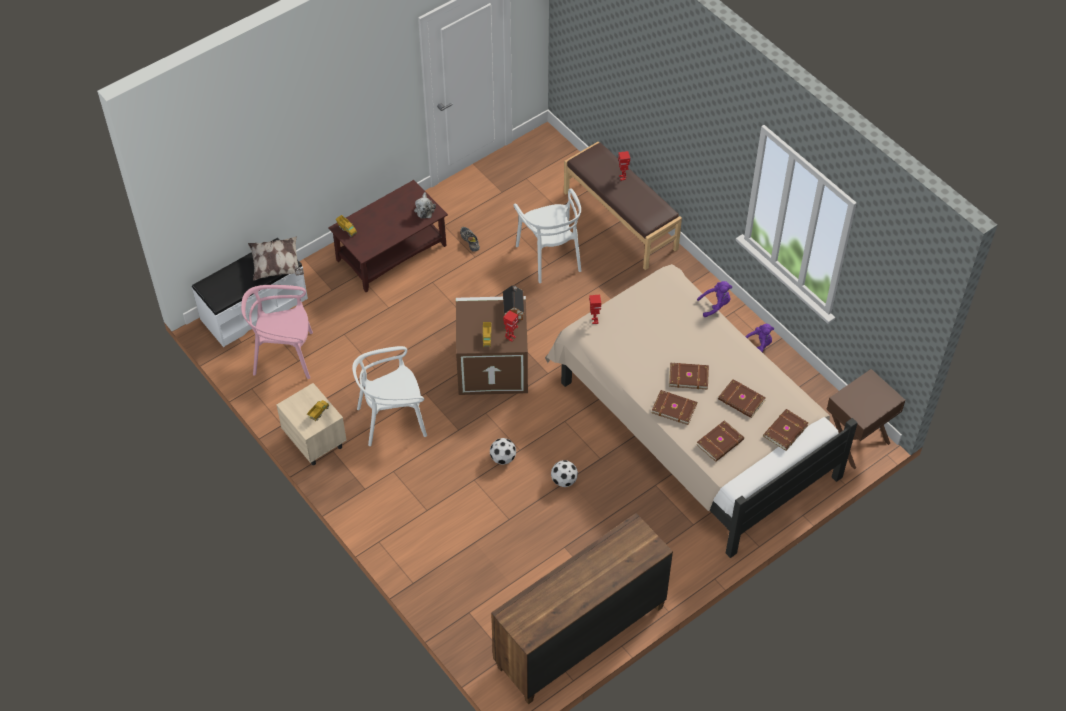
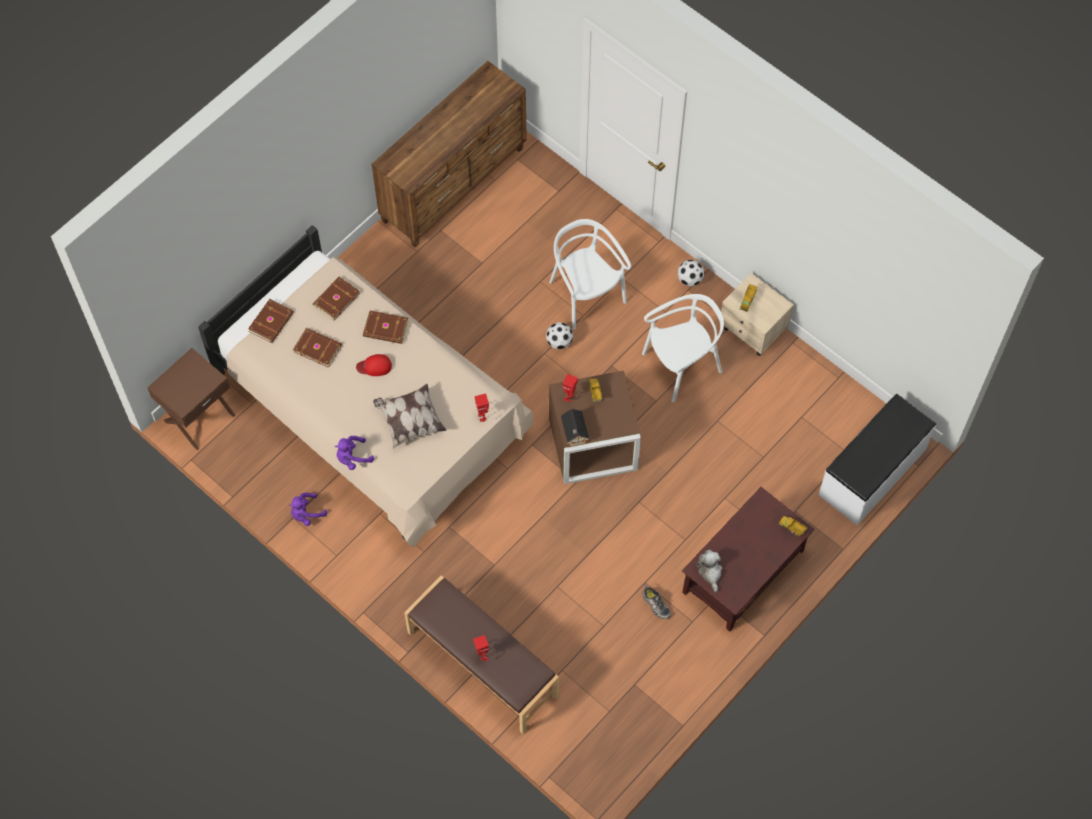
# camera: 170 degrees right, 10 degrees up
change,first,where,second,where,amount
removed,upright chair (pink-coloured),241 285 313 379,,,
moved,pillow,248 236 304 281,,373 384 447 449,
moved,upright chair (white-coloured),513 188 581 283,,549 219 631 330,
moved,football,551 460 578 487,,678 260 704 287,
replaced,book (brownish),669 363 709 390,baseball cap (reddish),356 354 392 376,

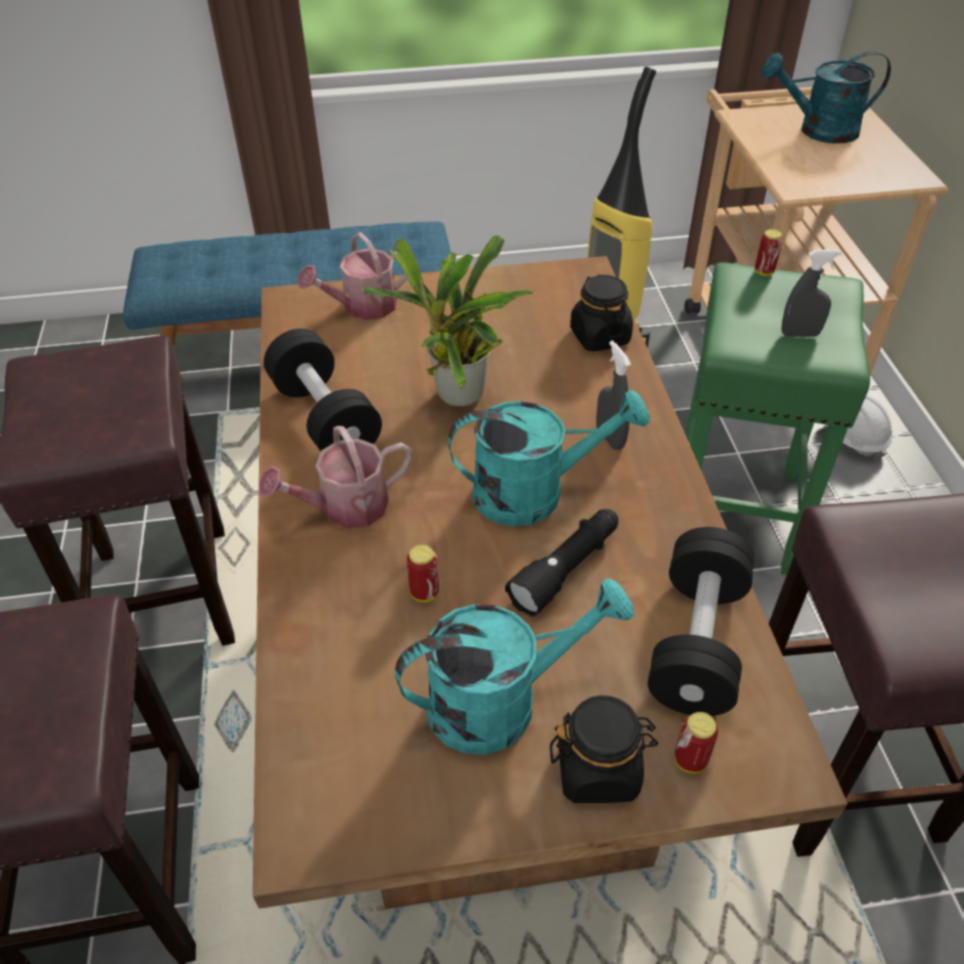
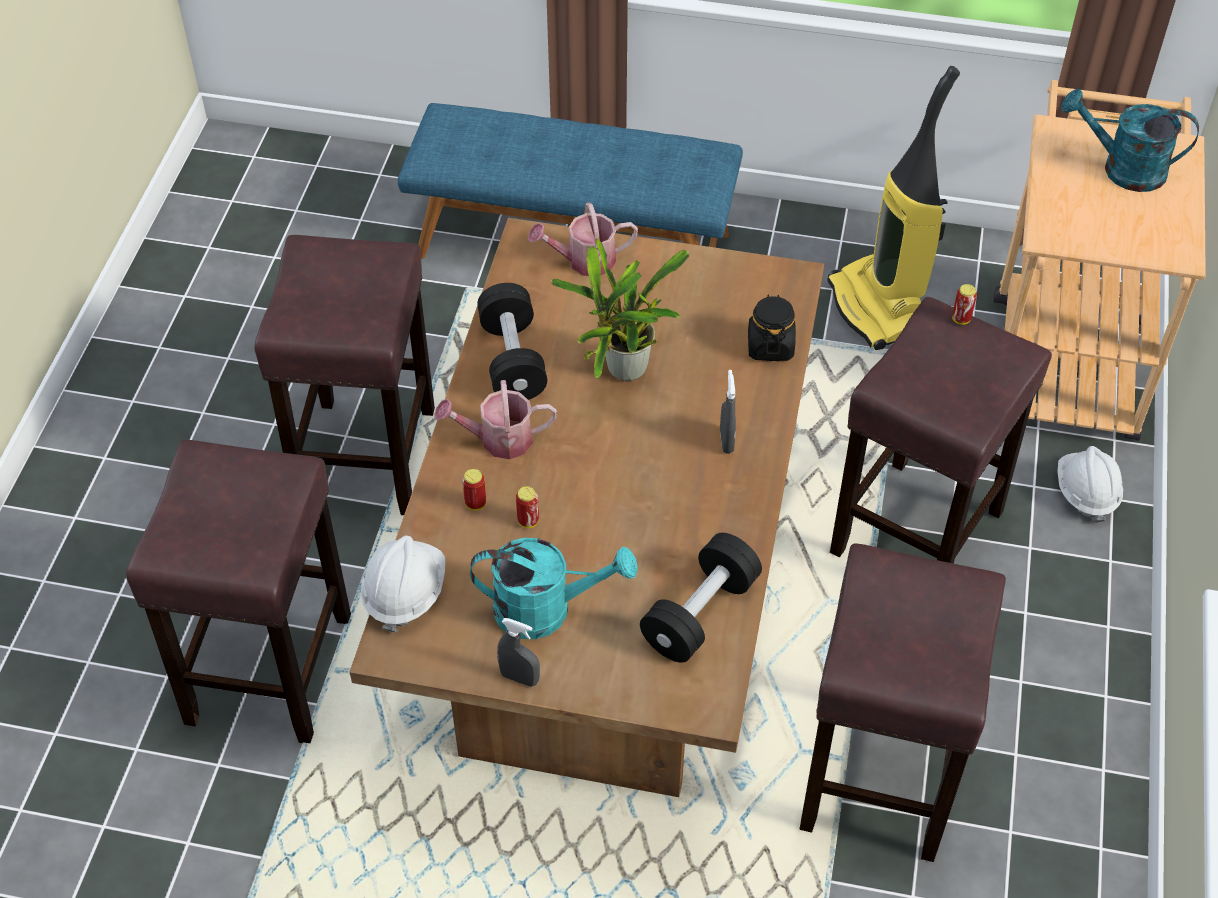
# camera: 20 degrees right, 5 degrees up
change,first,where,second,where,amount
removed,sprinkling can (turquoise-coloured),448 390 650 526,,,
removed,flashlight (black),505 509 618 617,,,
removed,storage jar (black),550 695 659 803,,,
added,,,hard hat (white-coloured),361 535 445 633,
moved,sealed can,674 712 718 773,,462 469 486 511,
moved,sprayer (gray),781 250 842 337,,497 618 540 687,
recoloured,stool seat (green-coloured),685 263 870 575,stool seat (brownish),830 297 1052 564,

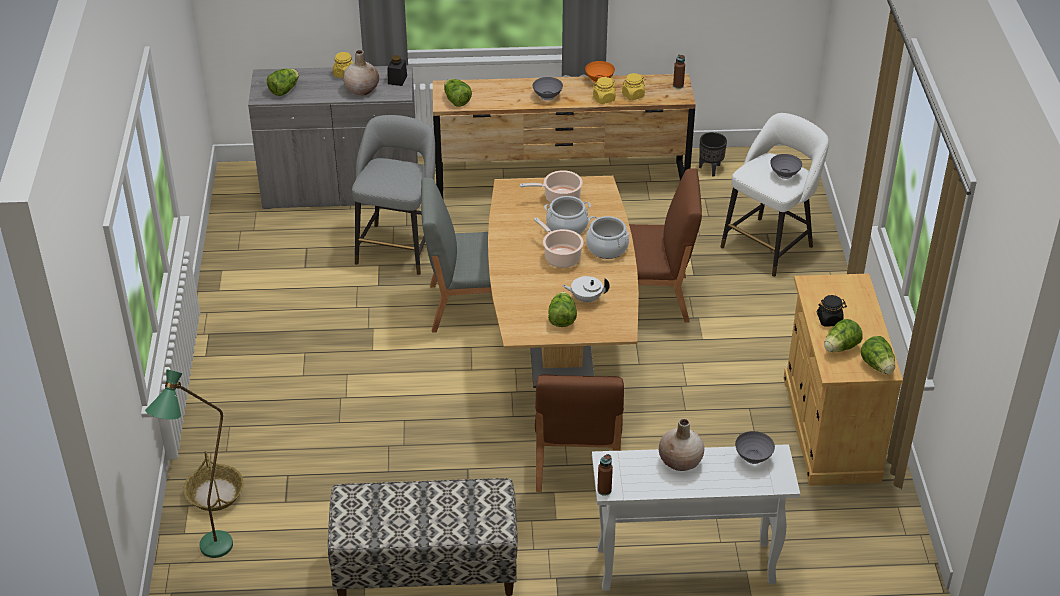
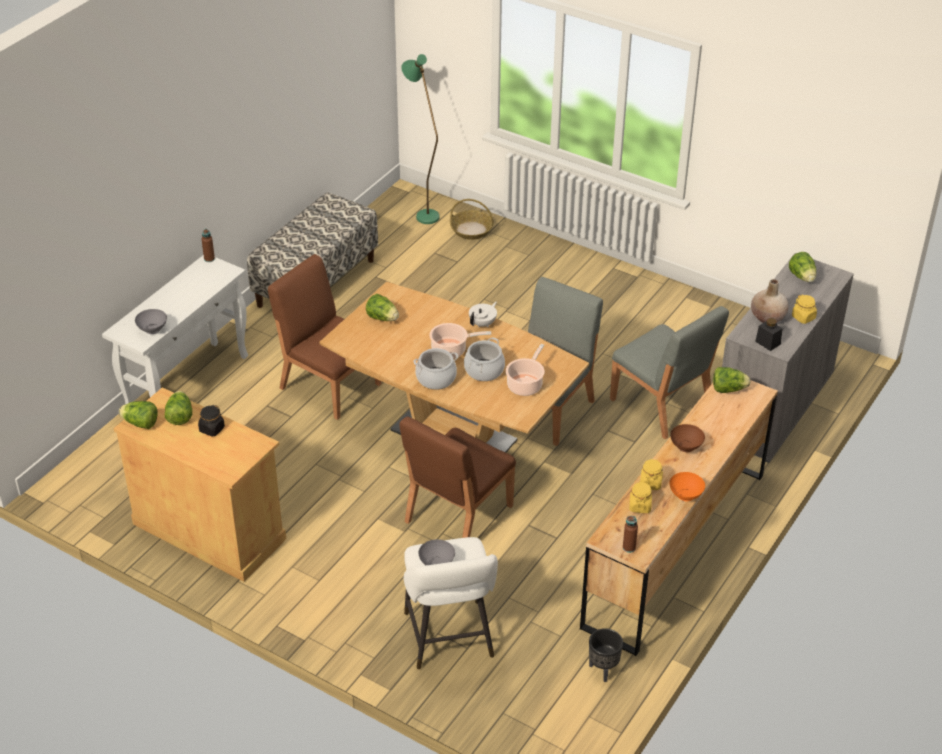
# camera: 125 degrees right, 0 degrees up
change,first,where,second,where,amount
removed,decorative vase (sand-coloured),659 419 704 471,,,
moved,teapot (white-coloured),562 276 610 304,,469 302 497 327,
replaced,stool seat (gray),352 115 435 275,upright chair (gray),610 306 729 439,
recoloured,deep dish (gray),533 77 563 100,deep dish (brownish),670 424 705 452,

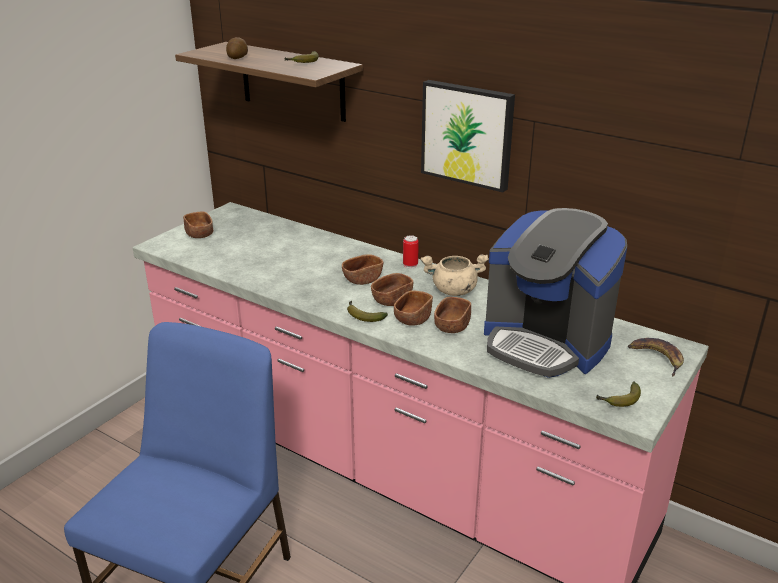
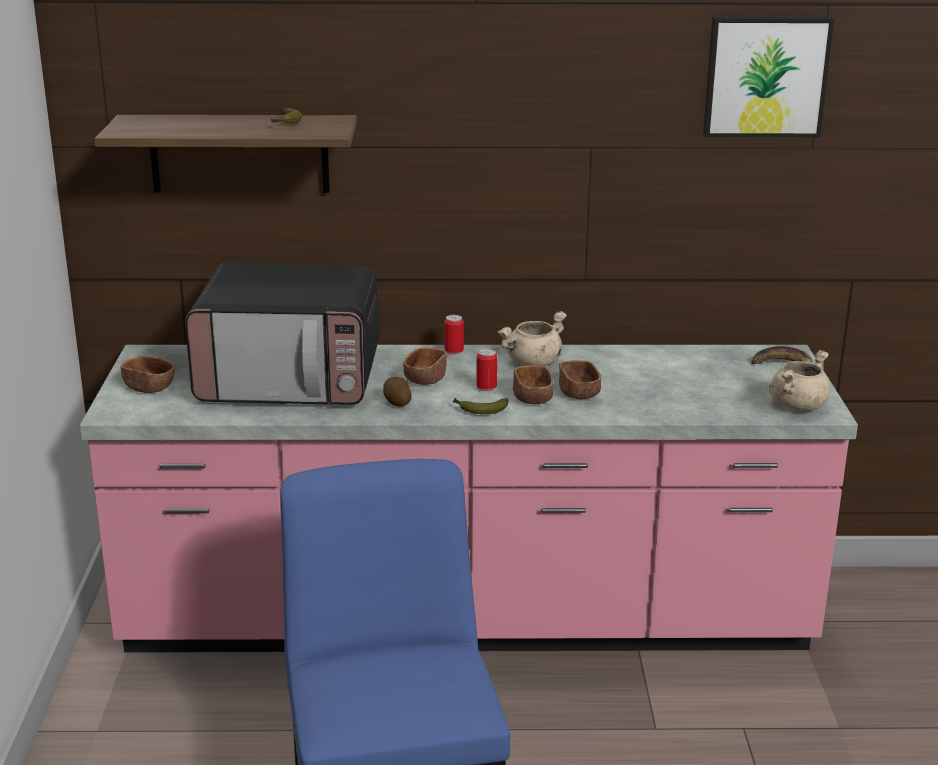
# camera: 35 degrees left, 5 degrees down
change,first,where,second,where,amount
removed,coffee brewer,484 208 627 378,,,
added,,,microwave,185 263 380 405,
moved,spud,226 37 248 59,,383 377 412 407,
moved,wall art,421 80 515 192,,703 17 834 137,
replaced,deep dish (brownish),371 273 413 306,sealed can,476 349 497 393,
replaced,banana,596 381 641 407,cooking pot (sand-coloured),769 350 831 411,

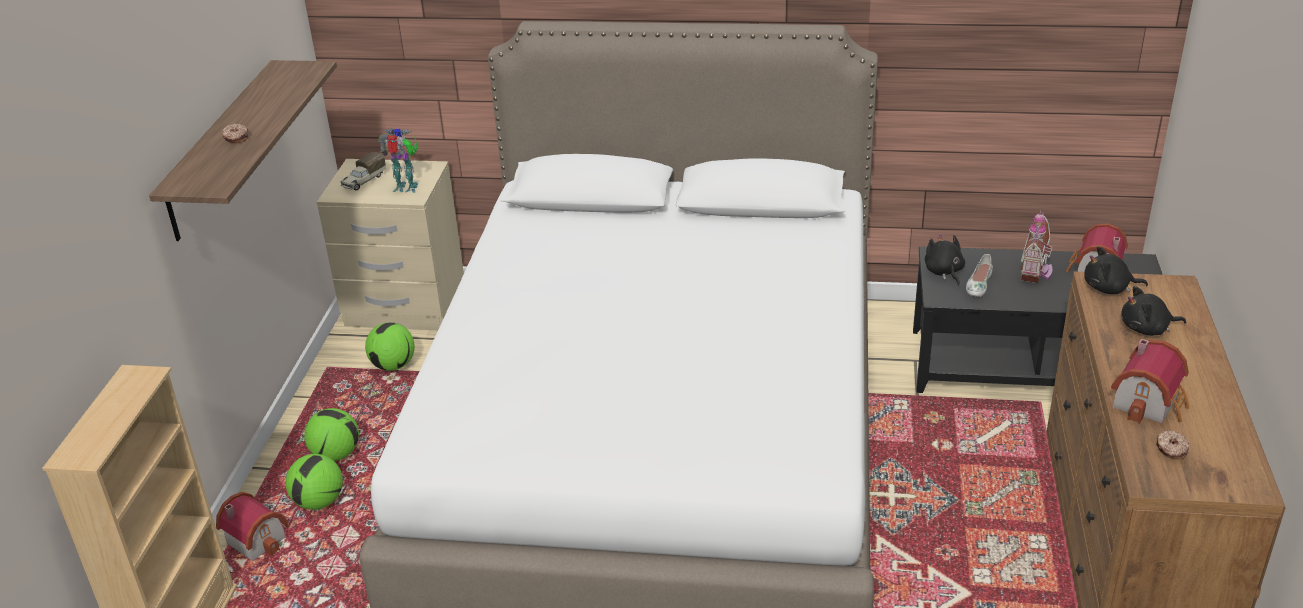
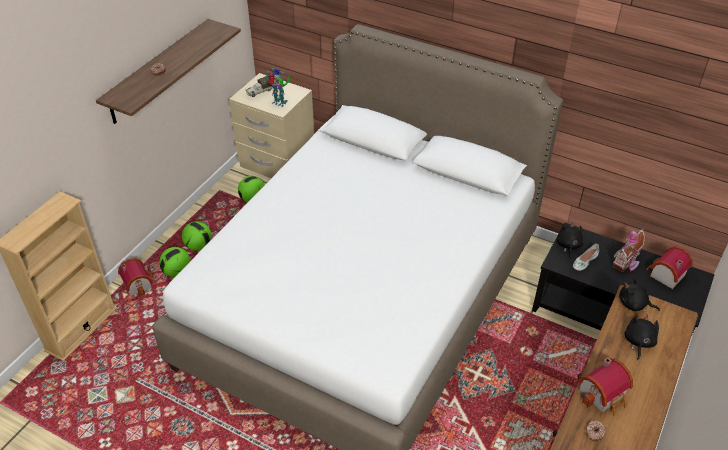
# camera: 20 degrees right, 10 degrees up
change,first,where,second,where,amount
turned,cuddly toy (black),1121 286 1186 336,,625 314 659 360,90 degrees clockwise

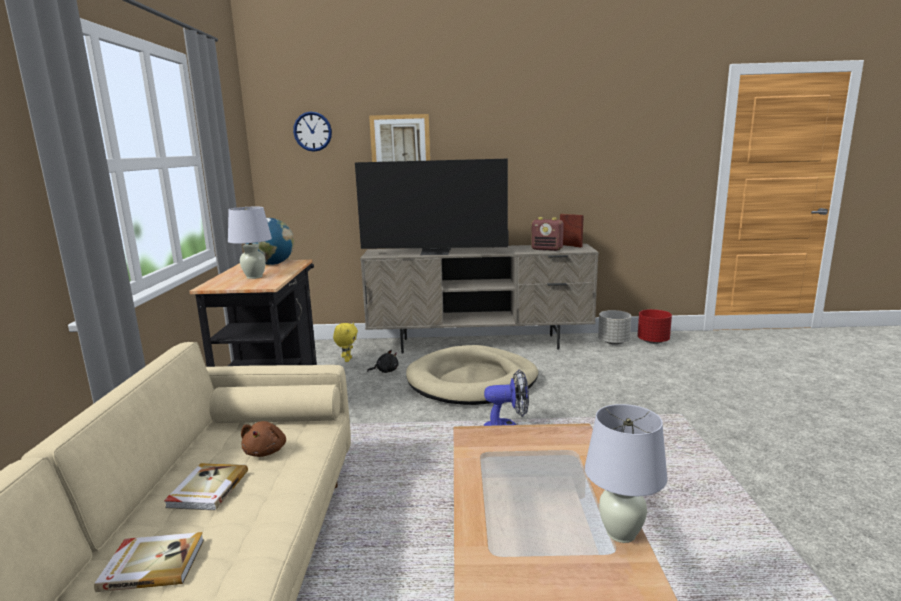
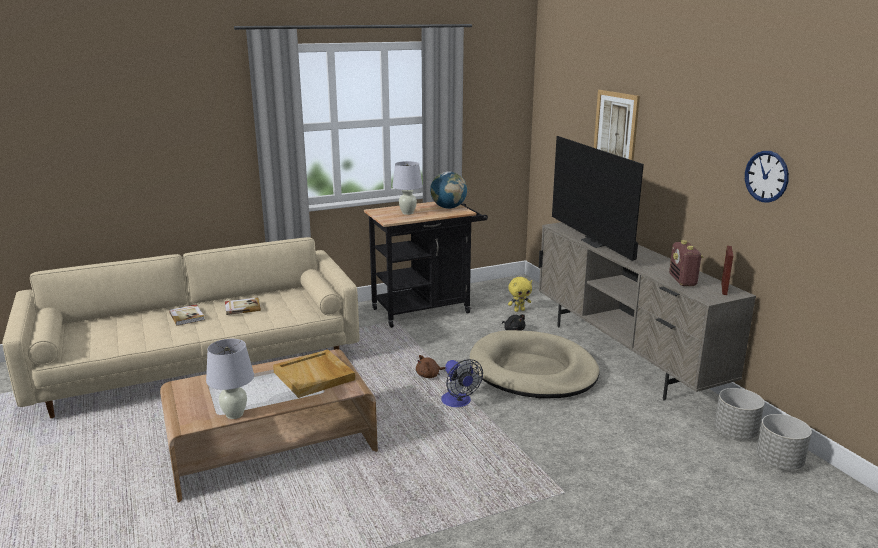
# camera: 65 degrees right, 5 degrees up
change,first,where,second,where,amount
added,,,tray (sand-coloured),273 350 355 398,
moved,cuddly toy (brownish),241 421 286 457,,416 355 445 378,
moved,hanging clock,293 111 332 152,,745 151 789 203,
recoloured,planter (reddish),638 309 672 344,planter (gray),756 414 812 470,

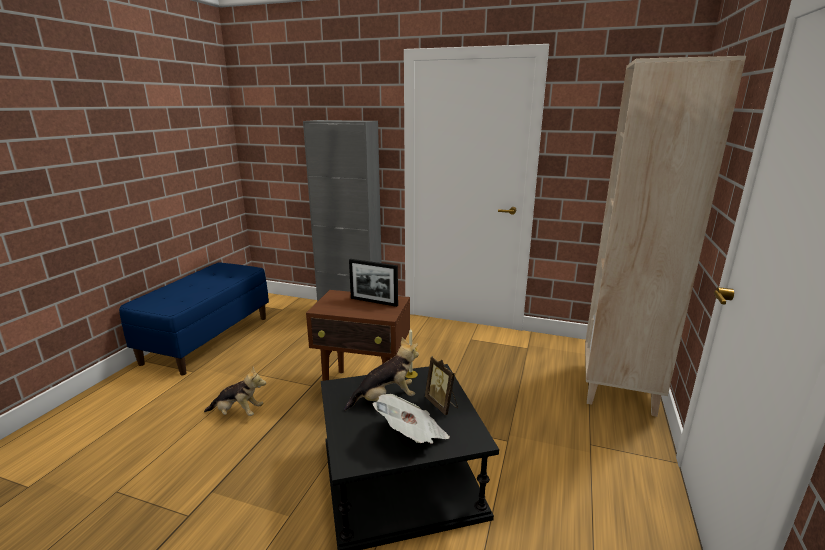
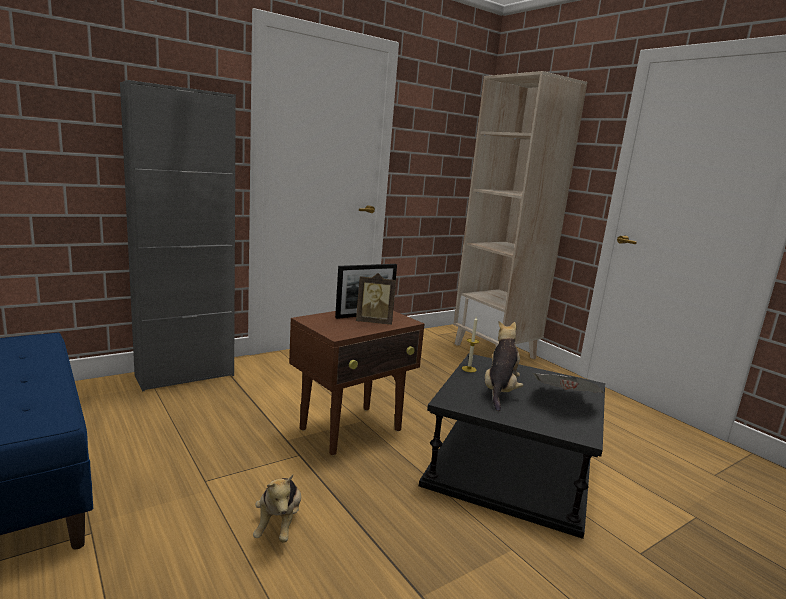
# camera: 55 degrees left, 5 degrees down
change,first,where,second,where,amount
moved,standing frame,425 356 458 415,,356 273 396 325,
turned,cuddly toy,204 367 266 416,,253 475 301 543,135 degrees clockwise

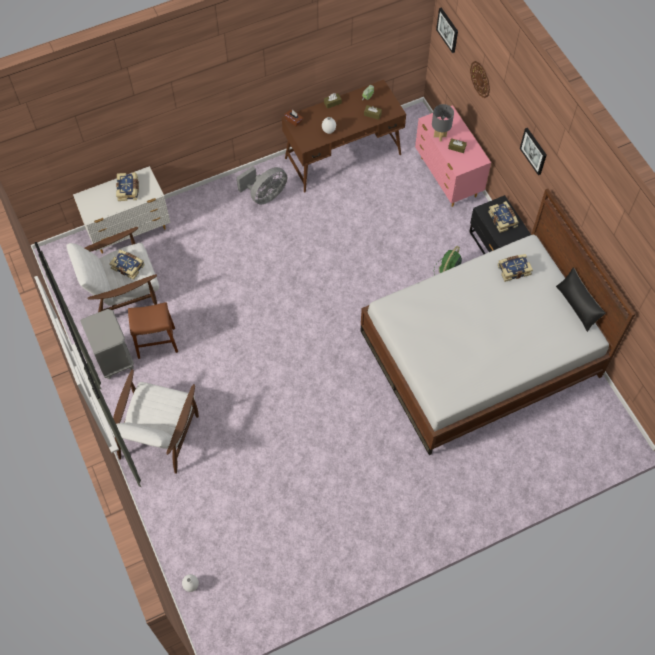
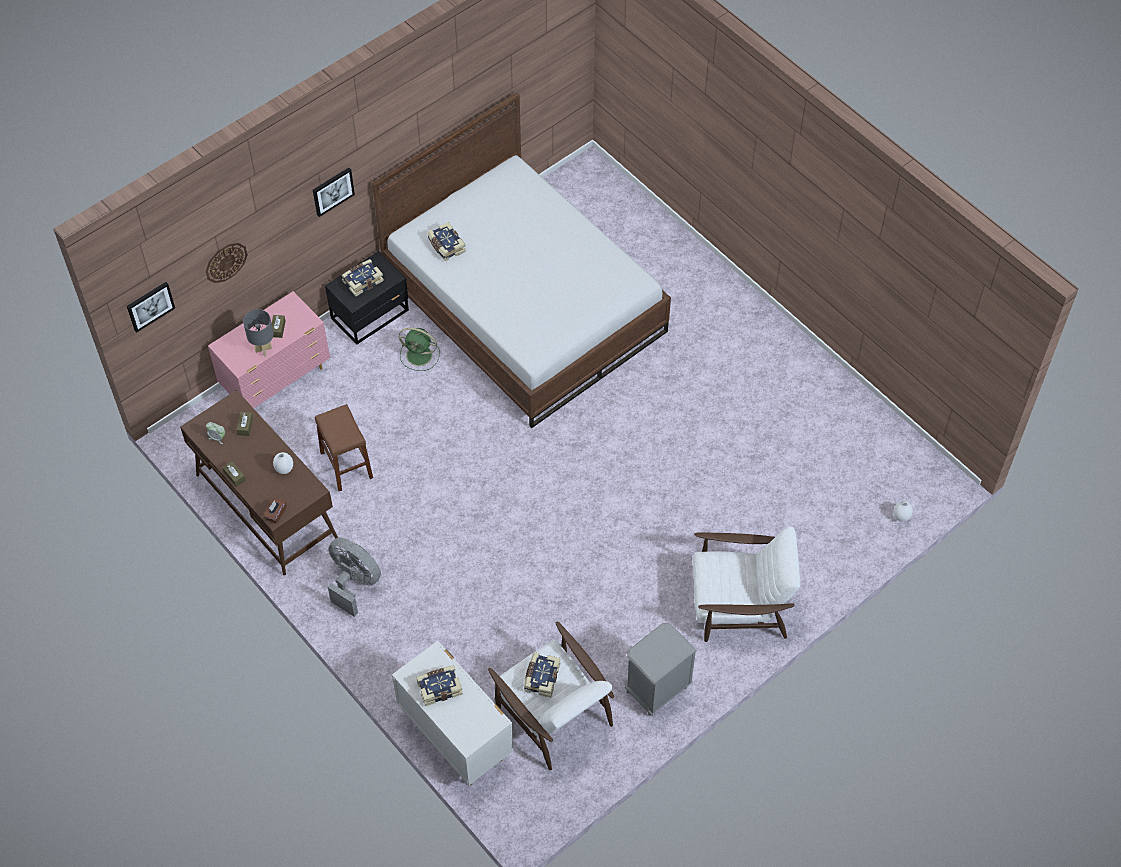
# camera: 105 degrees left, 5 degrees down
change,first,where,second,where,amount
removed,pillow (black),556 267 606 332,,,
moved,stool seat (brownish),128 302 178 359,,315 404 373 491,

